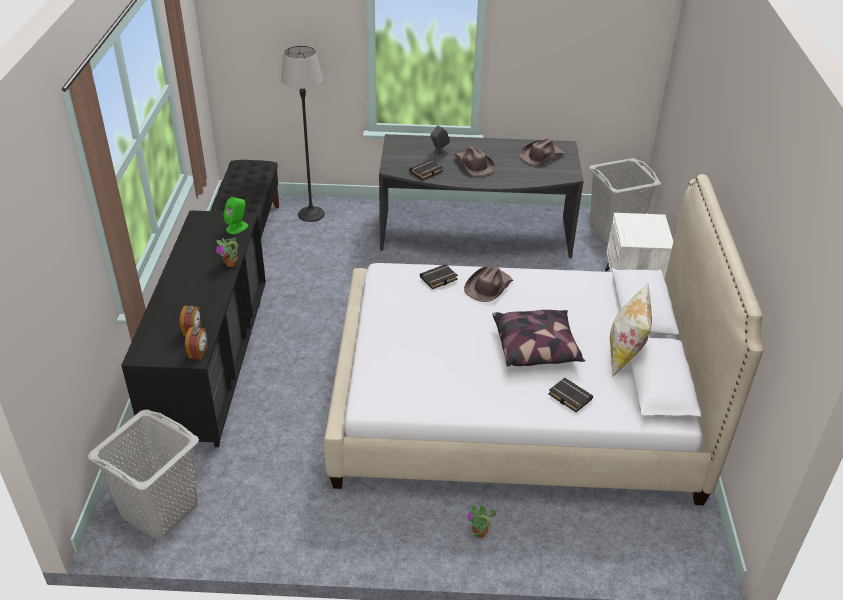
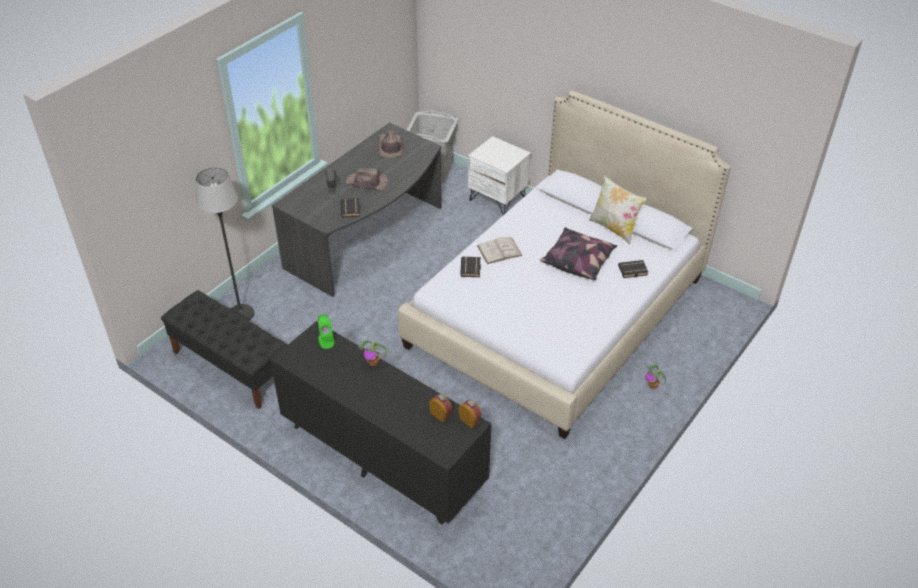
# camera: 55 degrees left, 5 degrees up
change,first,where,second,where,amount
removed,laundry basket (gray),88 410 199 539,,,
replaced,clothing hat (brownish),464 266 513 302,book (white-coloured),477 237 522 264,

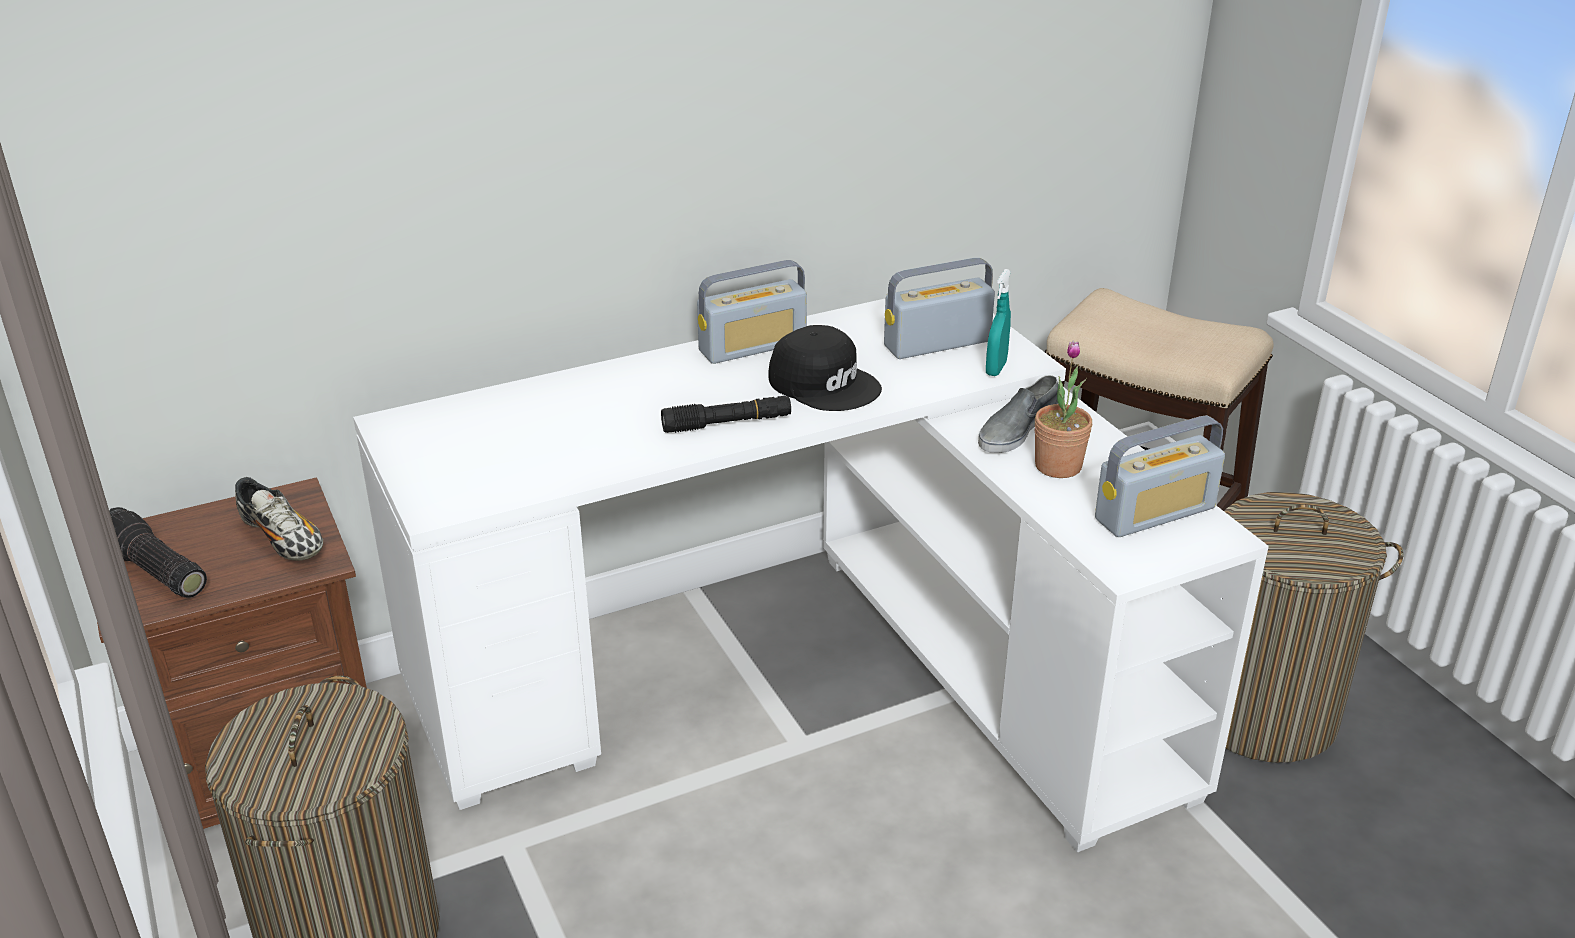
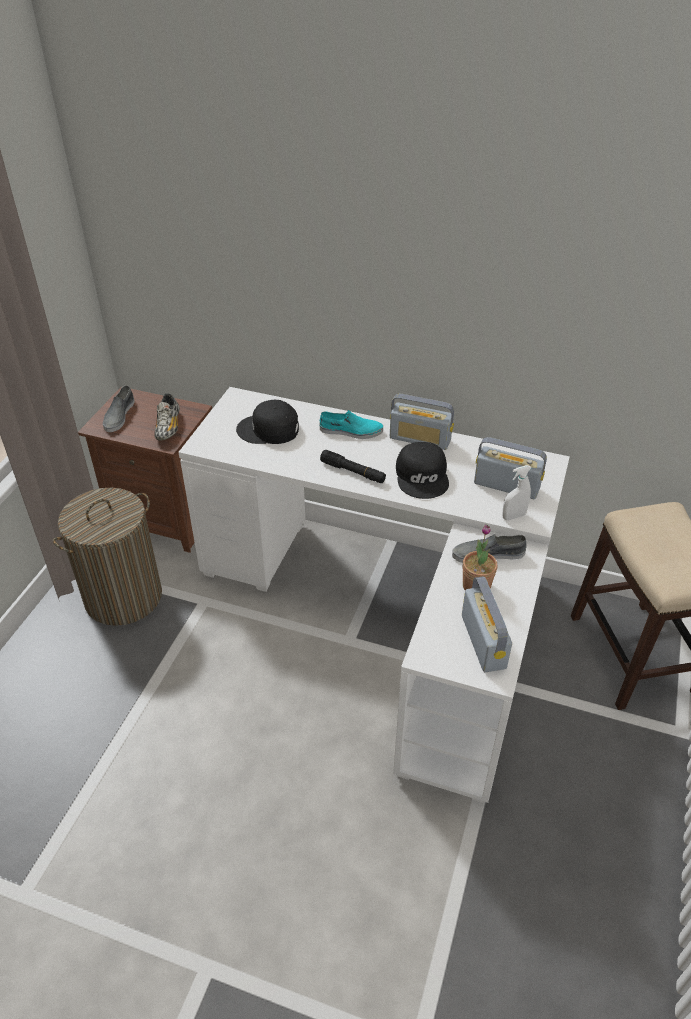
# camera: 45 degrees right, 10 degrees up
change,first,where,second,where,amount
removed,laundry basket,1224 492 1404 763,,,
added,,,baseball cap (black),236 400 299 444,
added,,,low shoe (turquoise-coloured),320 410 383 439,
replaced,flashlight,109 507 207 598,low shoe (gray),103 385 135 432,
recoloured,sprayer (turquoise-coloured),986 269 1011 376,sprayer (white-coloured),502 465 531 520,
turned,radio set,1095 415 1225 537,,462 576 512 672,120 degrees counterclockwise

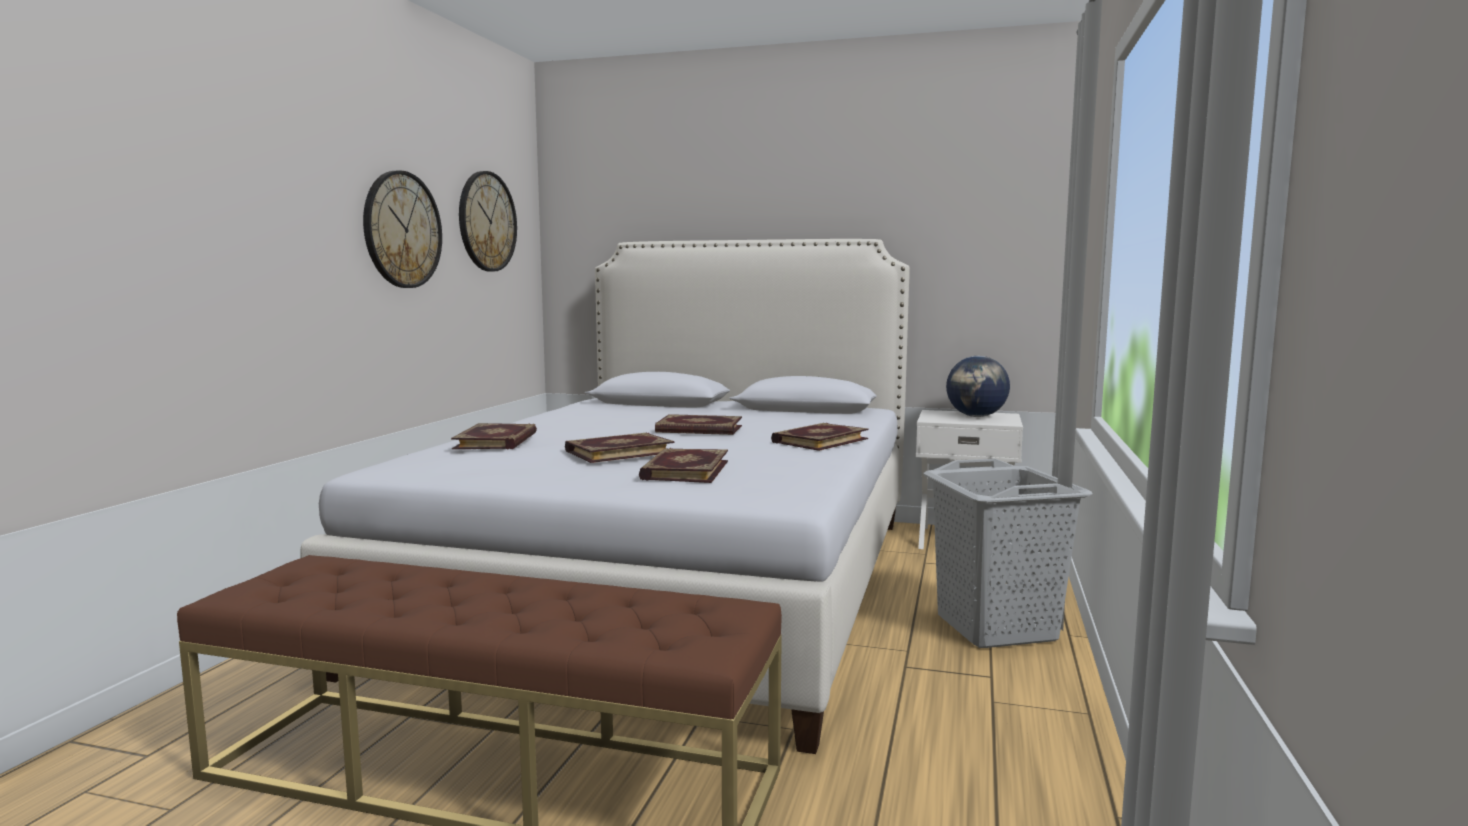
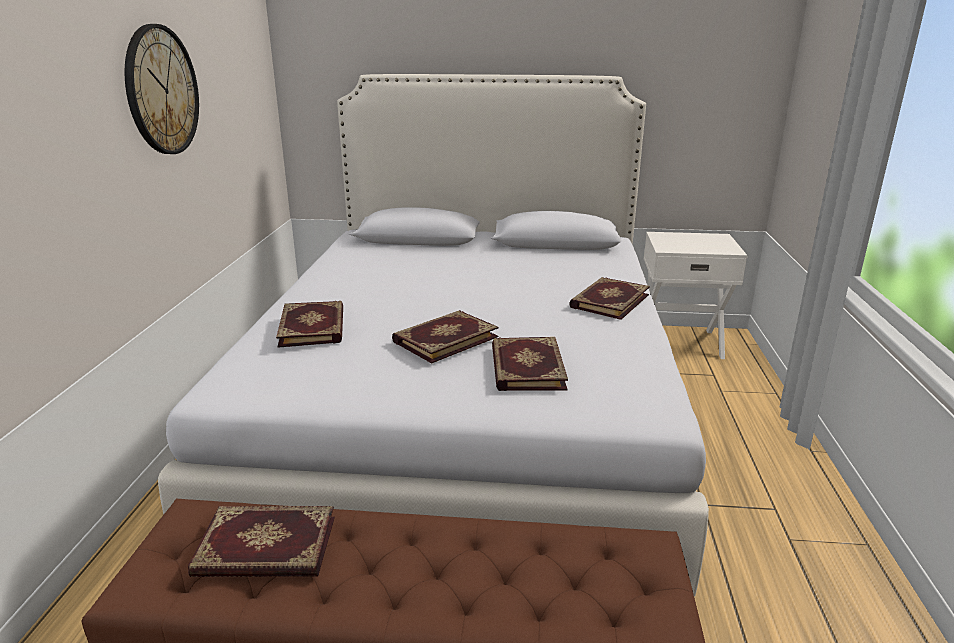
# camera: 10 degrees left, 15 degrees up
change,first,where,second,where,amount
removed,hanging clock,459 171 517 272,,,
removed,laundry basket (gray),923 459 1093 648,,,
removed,desk globe,946 356 1010 417,,,
moved,book,655 414 742 435,,188 506 335 577,

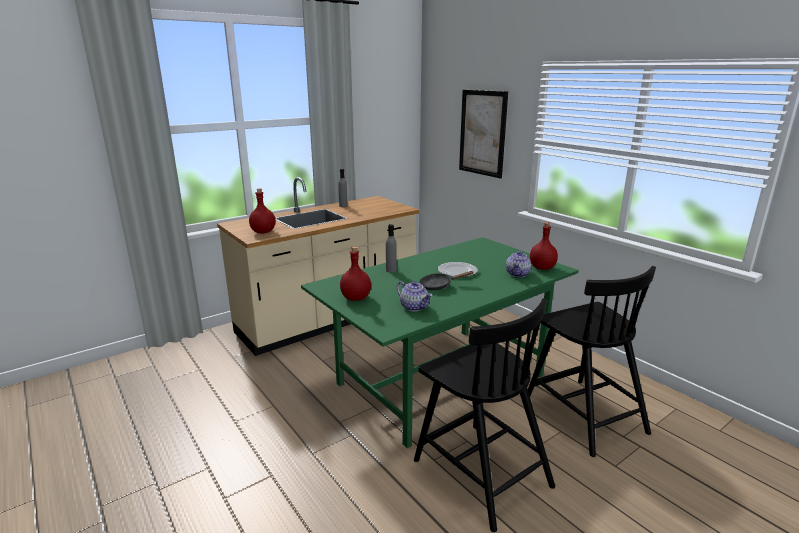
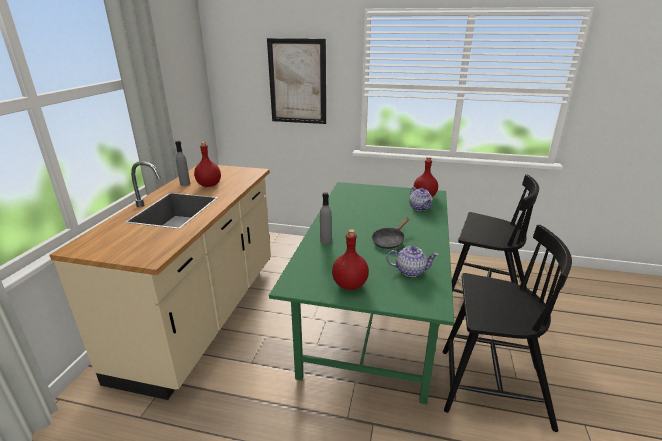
# camera: 40 degrees left, 5 degrees up
change,first,where,second,where,amount
removed,plate,438 262 478 277,,,
moved,drink bottle (reddish),249 188 275 233,,194 142 221 187,

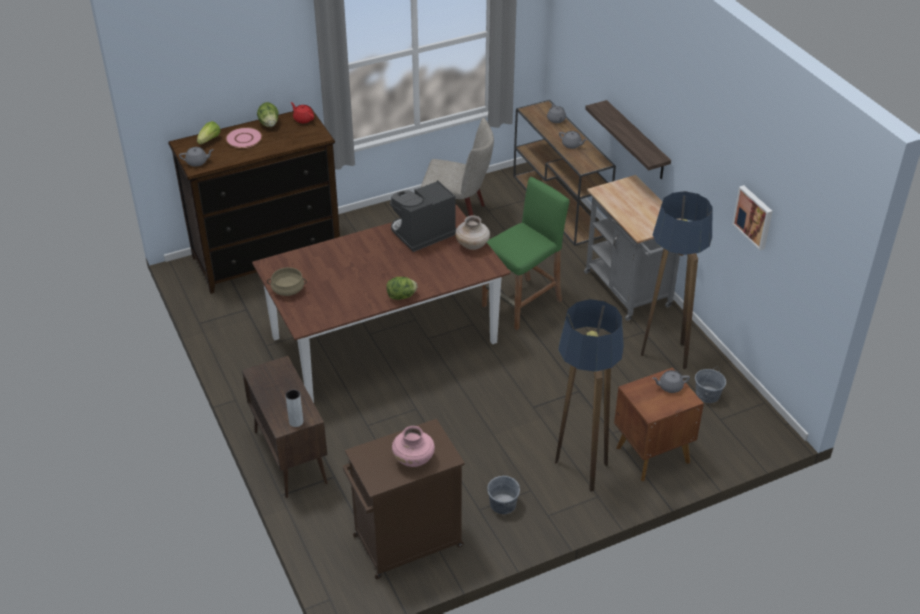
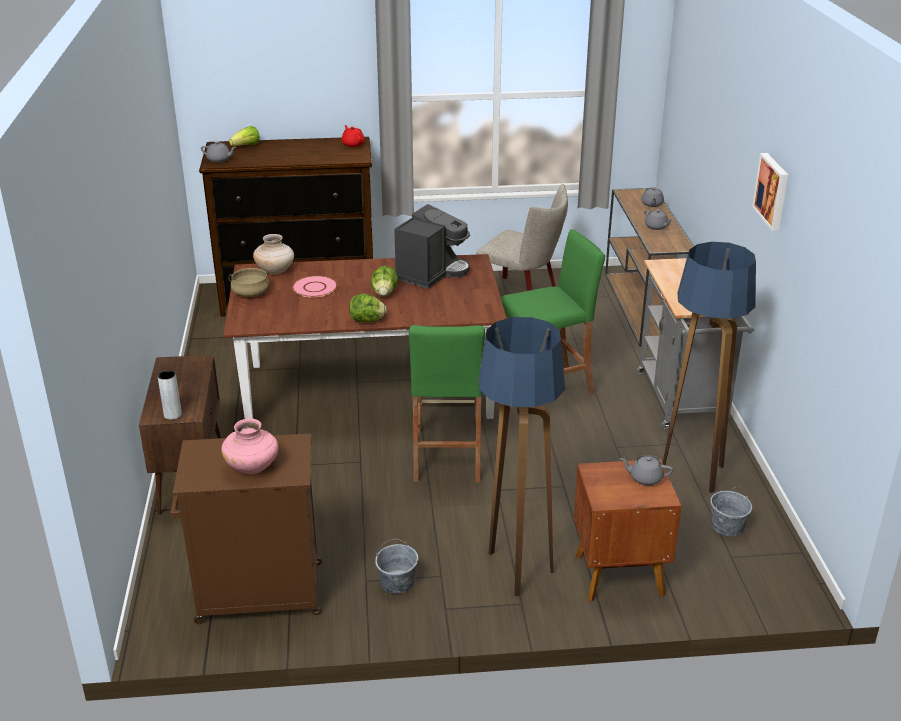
# camera: 20 degrees right, 10 degrees down
change,first,where,second,where,amount
removed,shelf,585 100 671 179,,,
added,,,stool seat (green-coloured),409 325 485 482,
moved,plate (pink-coloured),226 127 262 148,,292 276 337 298,
moved,lettuce head,257 102 279 127,,370 266 398 297,
moved,decorative vase (sand-coloured),455 215 490 250,,253 234 294 274,
moved,wall art,732 185 773 250,,752 153 788 231,
turned,coffee brewer,390 180 456 252,,394 204 470 289,135 degrees clockwise

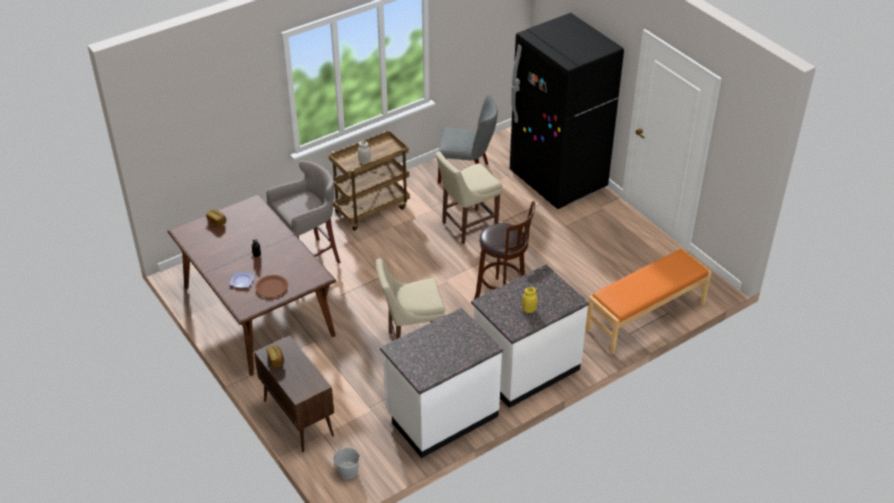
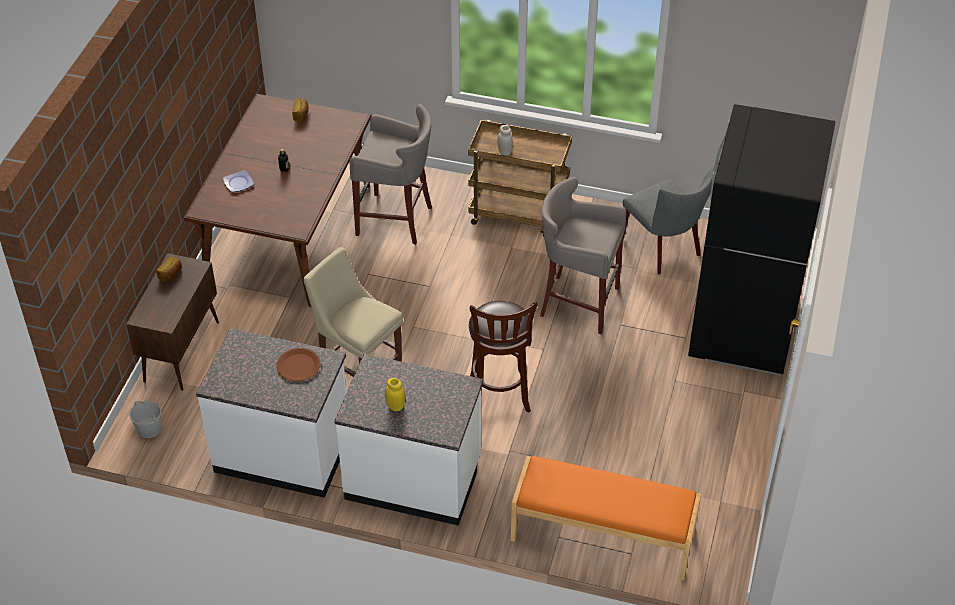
# camera: 50 degrees right, 5 degrees up
change,first,where,second,where,amount
moved,plate (brownish),255 275 288 298,,276 348 321 381,
replaced,upright chair (sand-coloured),436 151 502 244,stool seat (gray),540 177 626 334,

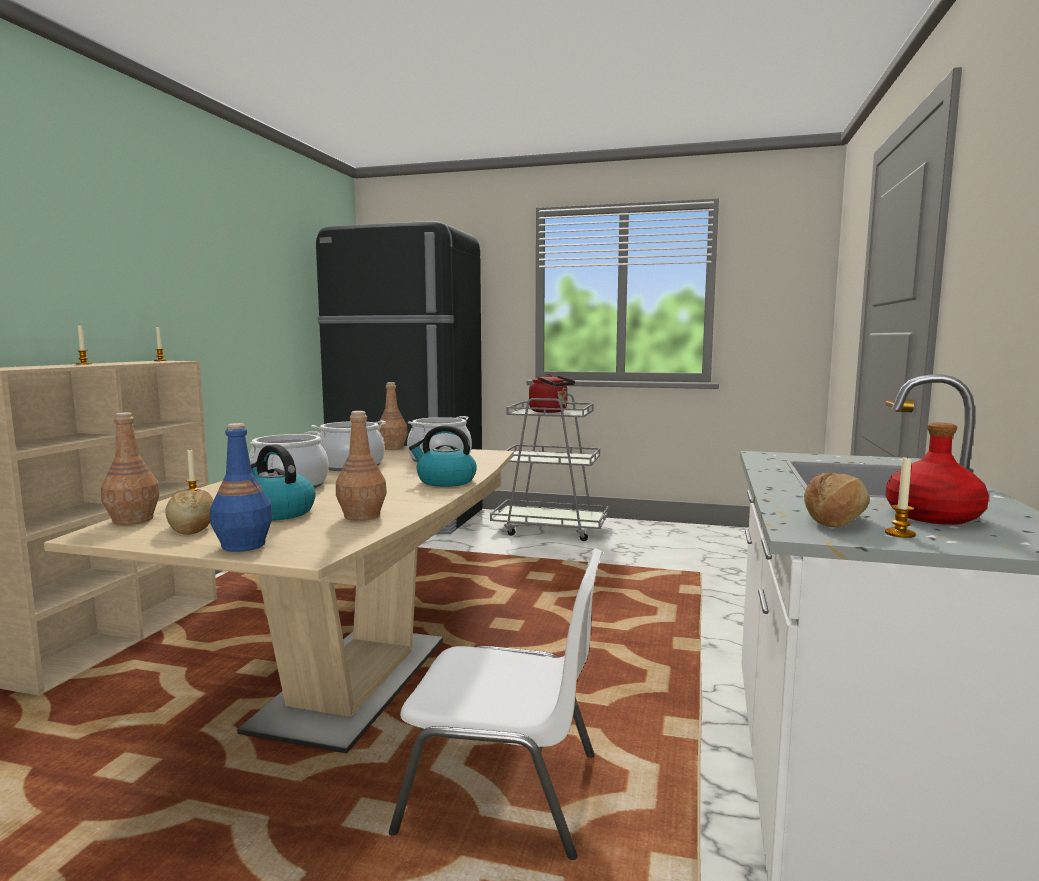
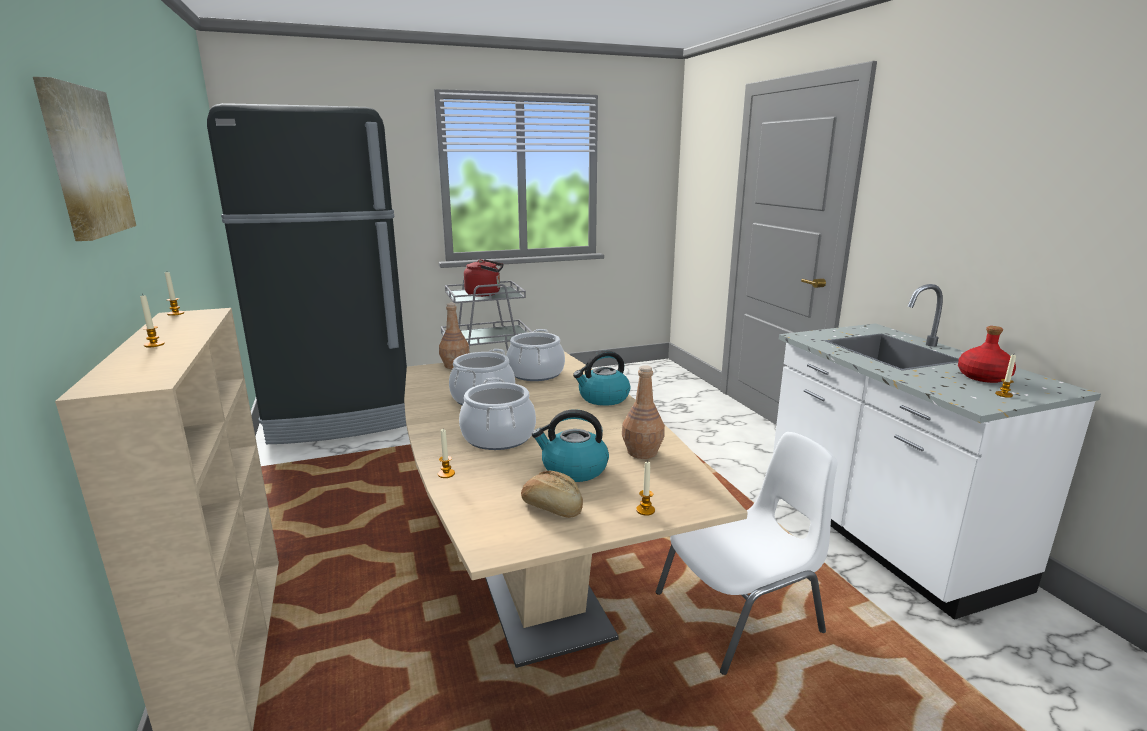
# camera: 35 degrees left, 10 degrees up
change,first,where,second,where,amount
removed,drink bottle (brownish),101 412 160 525,,,
removed,bakery bread,804 473 870 527,,,
added,,,wall art,33 77 136 241,
replaced,drink bottle (blue),210 423 273 552,wax light,636 460 655 516,

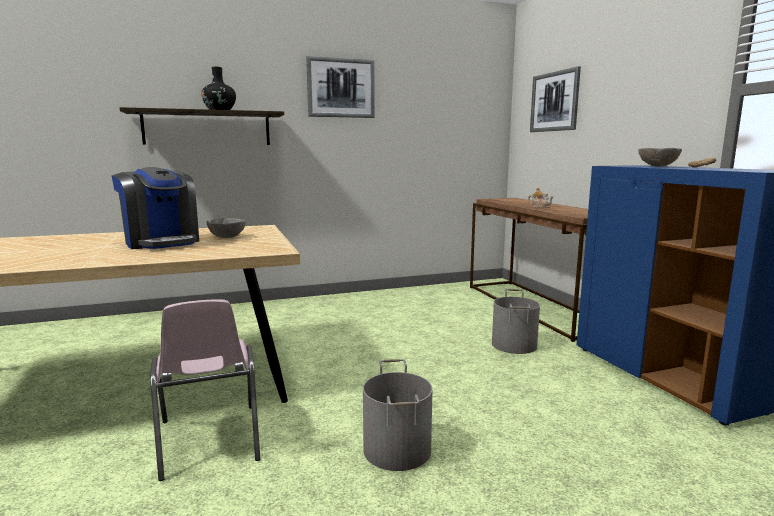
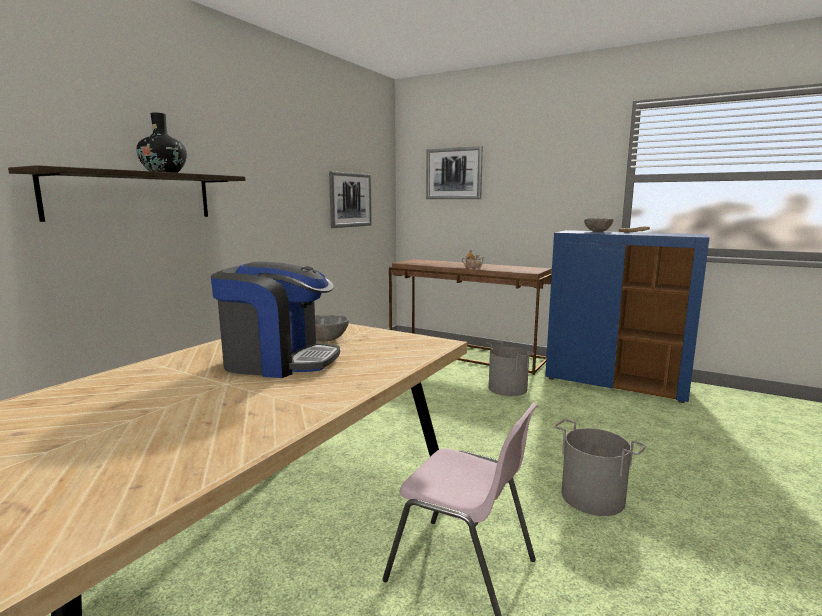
# camera: 40 degrees left, 0 degrees up
change,first,where,second,where,amount
moved,wall art,306 56 375 118,,329 171 372 228,

